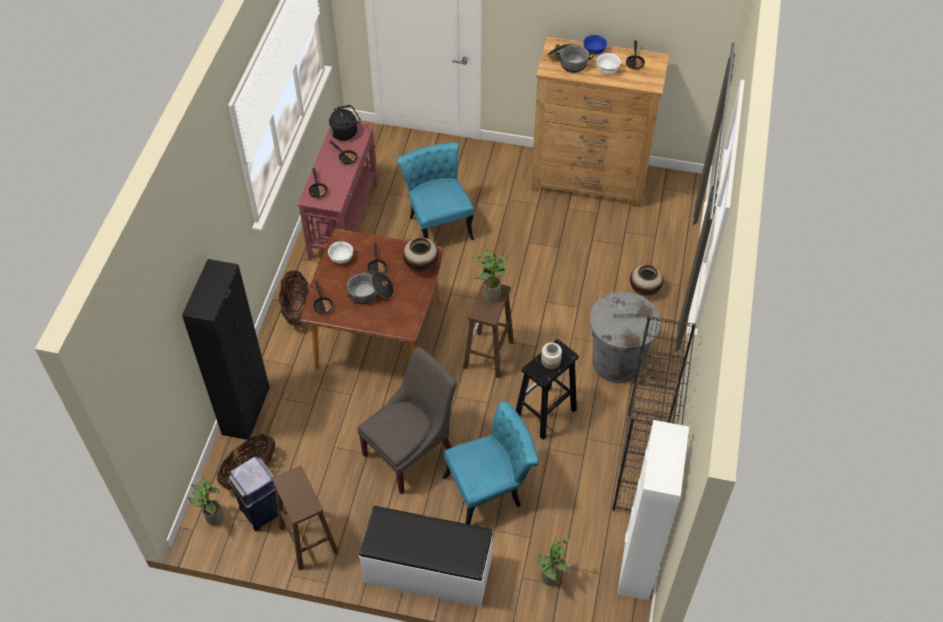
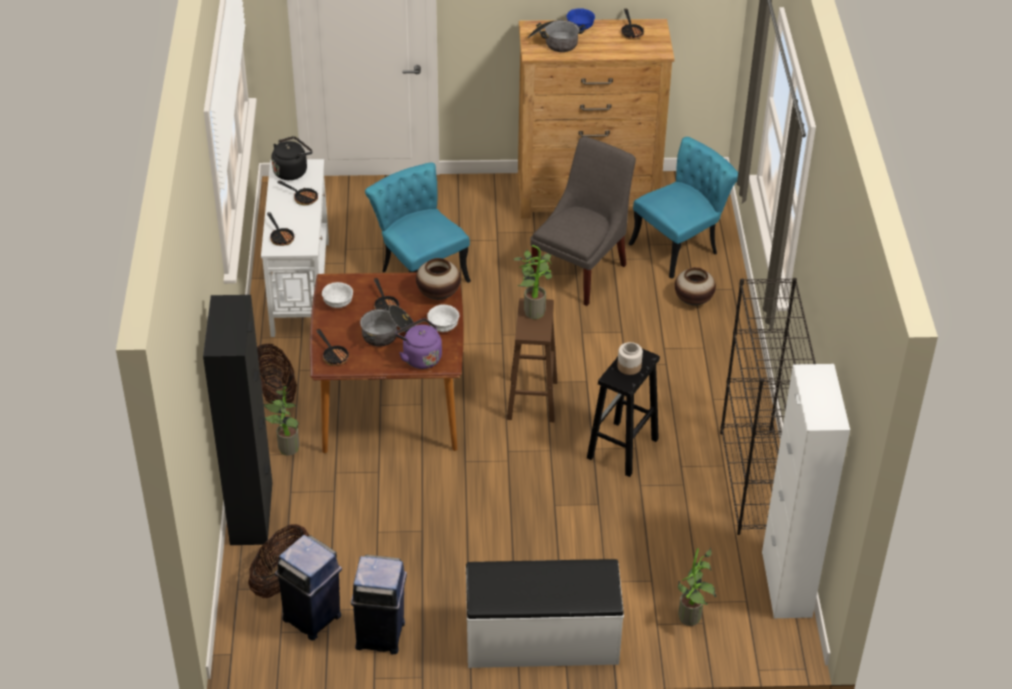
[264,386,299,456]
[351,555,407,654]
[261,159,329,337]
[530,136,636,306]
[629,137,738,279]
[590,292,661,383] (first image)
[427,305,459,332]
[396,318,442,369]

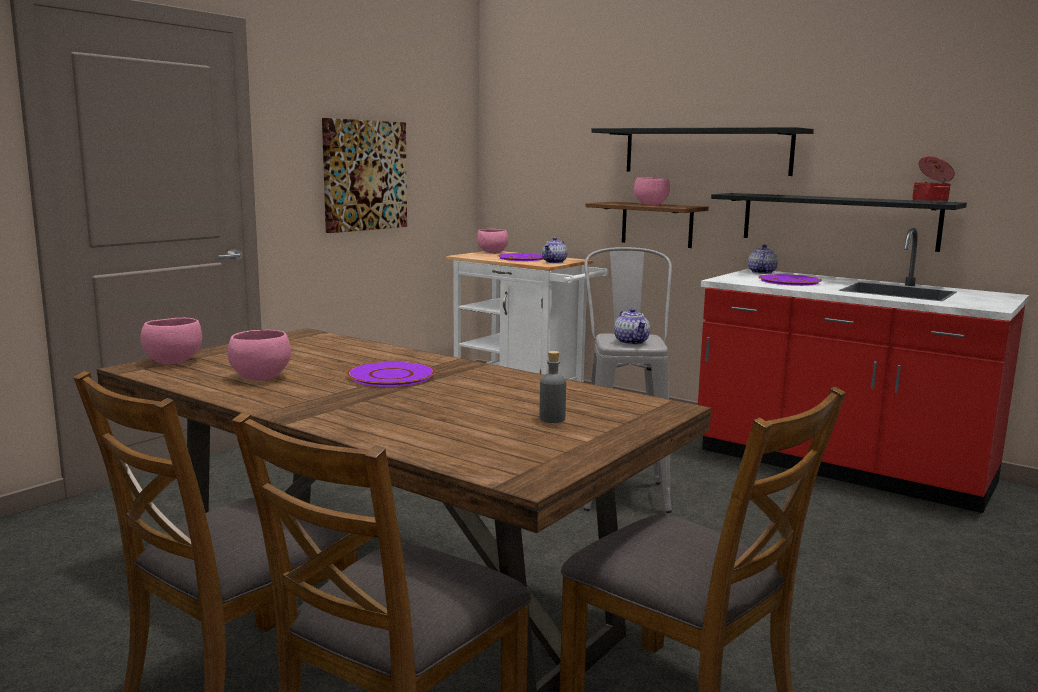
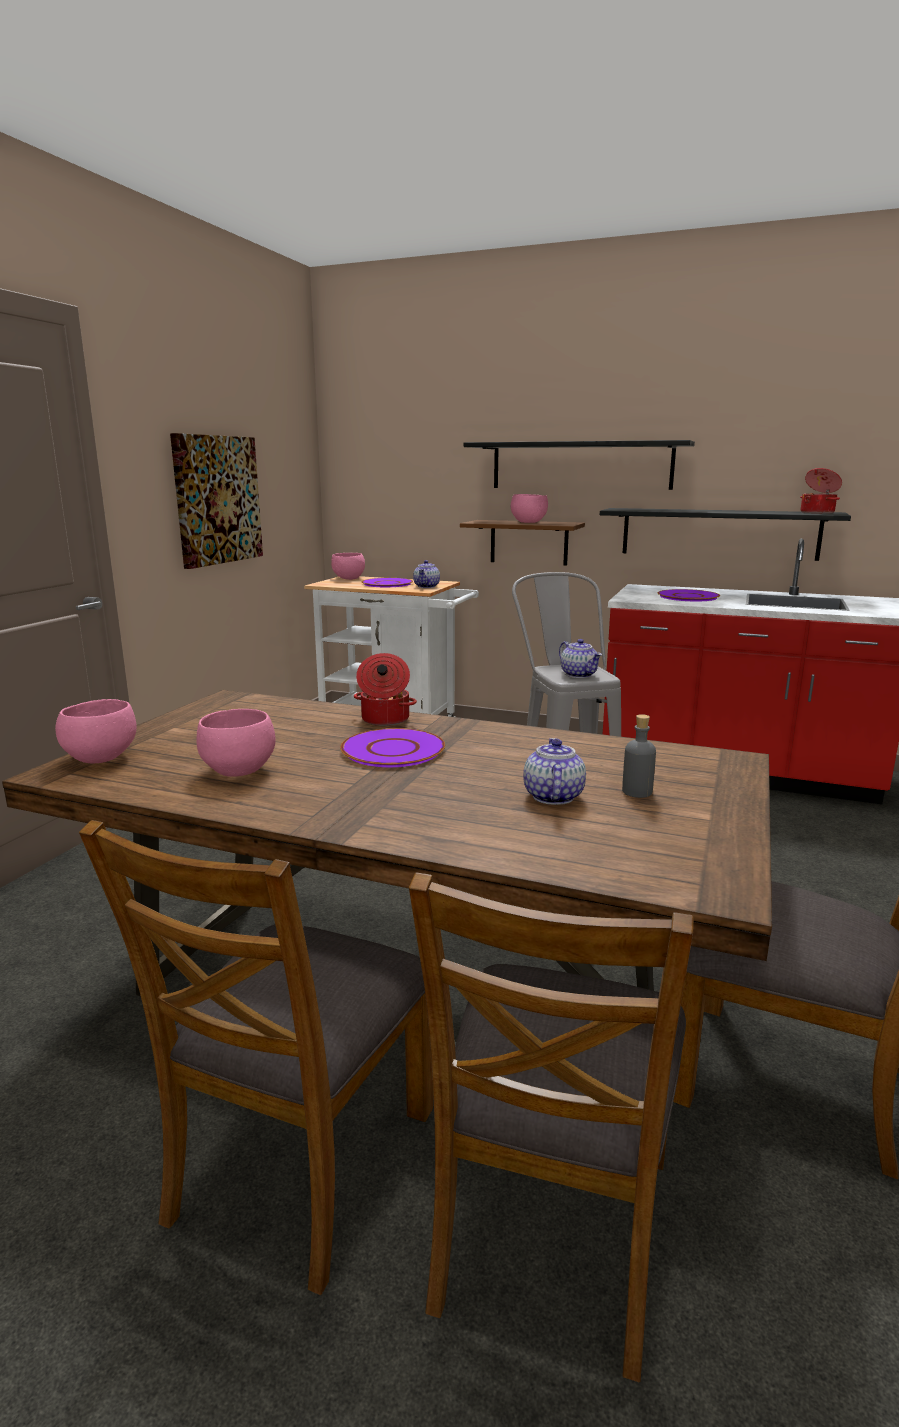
[523,738,586,805]
[354,653,417,726]

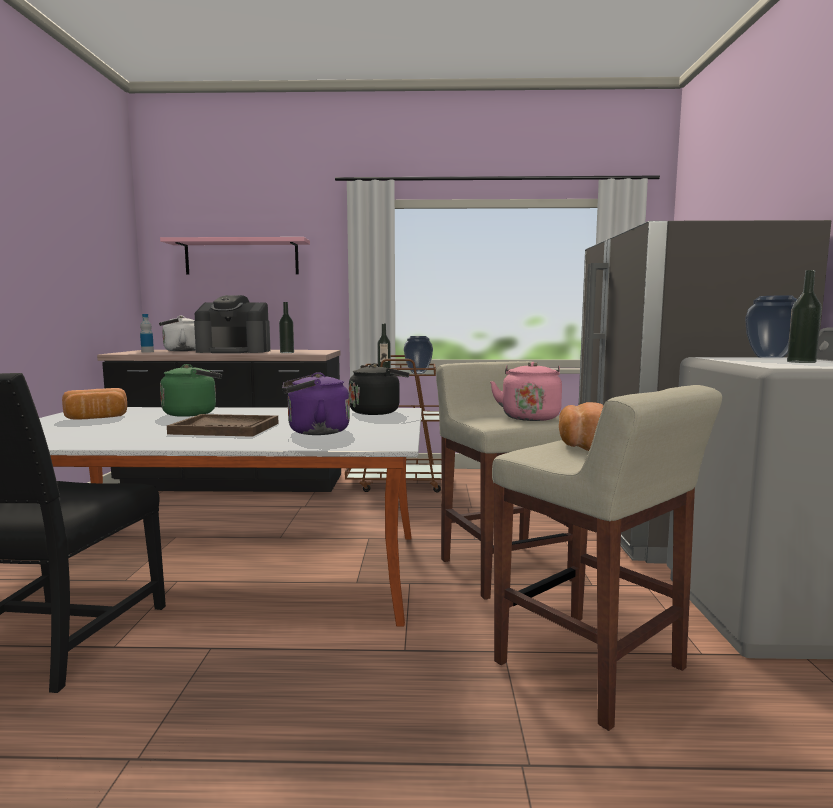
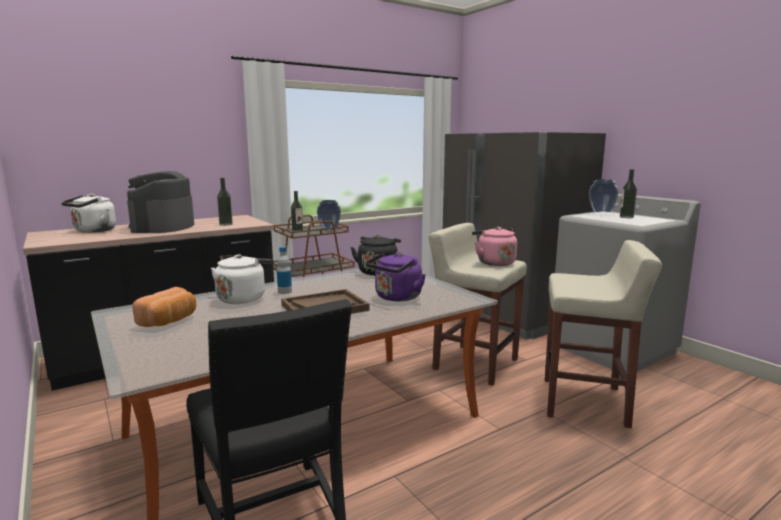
[277,247,292,294]
[160,237,310,275] (first image)
[211,254,272,304]
[127,171,194,233]
[559,402,603,451] (first image)

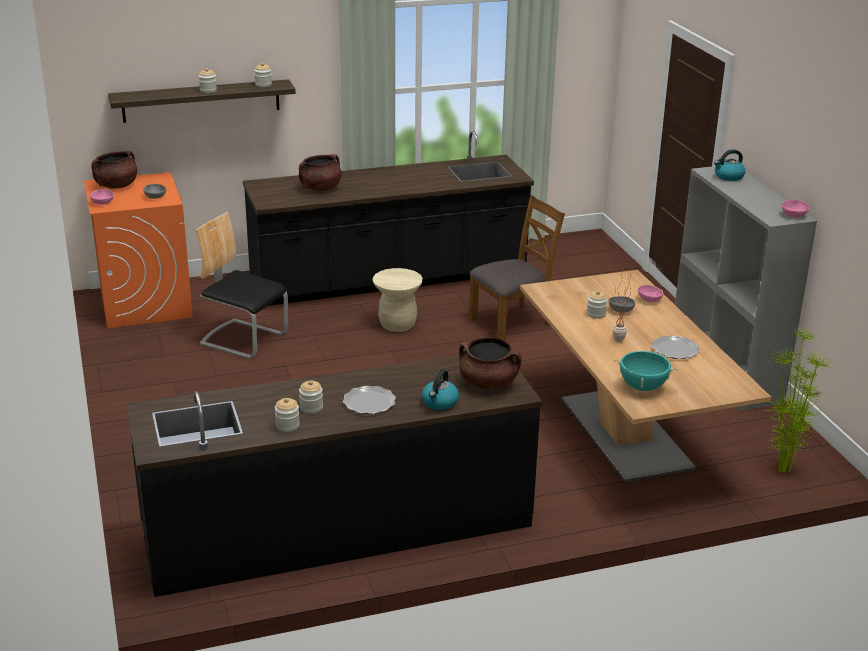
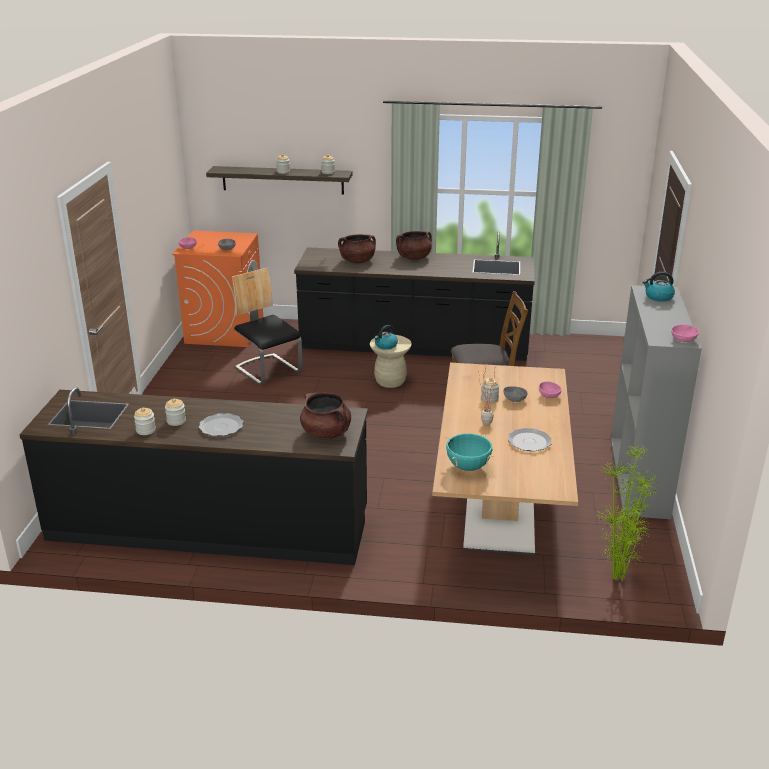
[396,231,432,260]
[375,325,398,350]

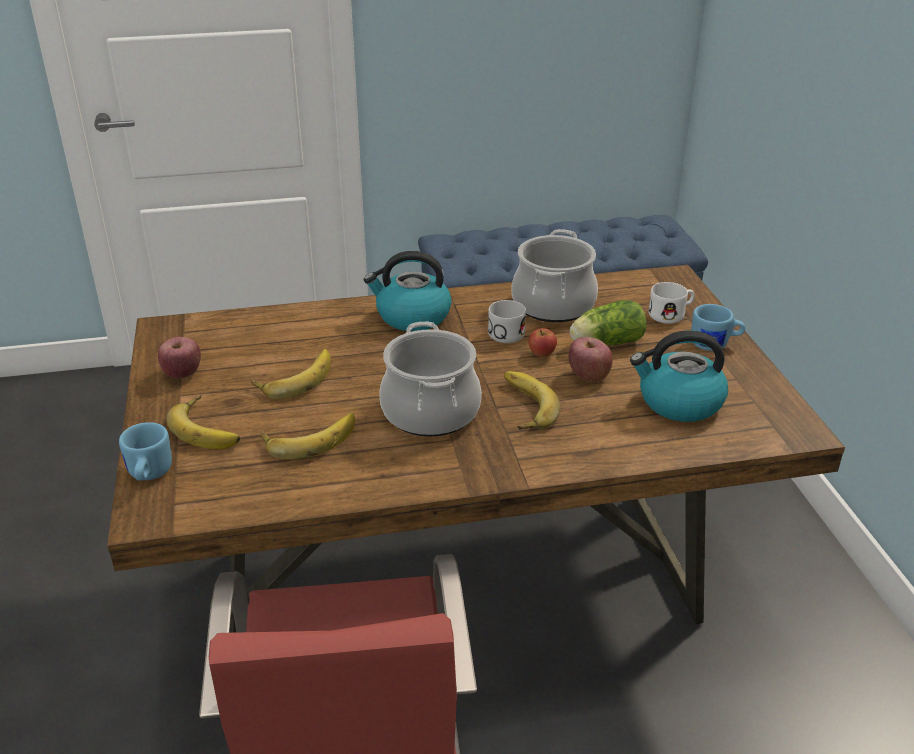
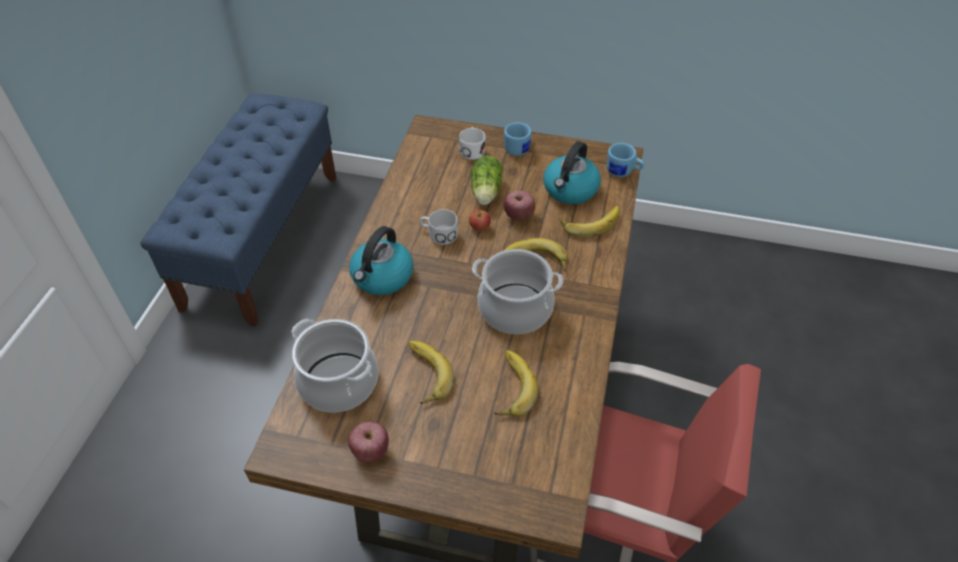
[607,143,644,177]
[559,206,620,238]
[291,318,379,412]

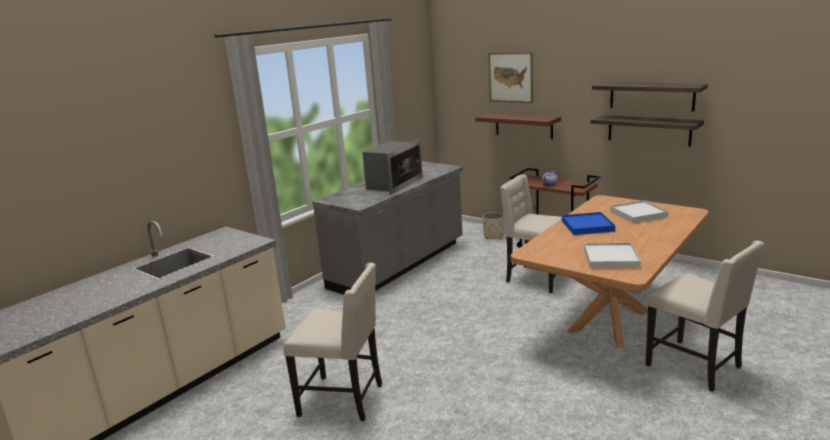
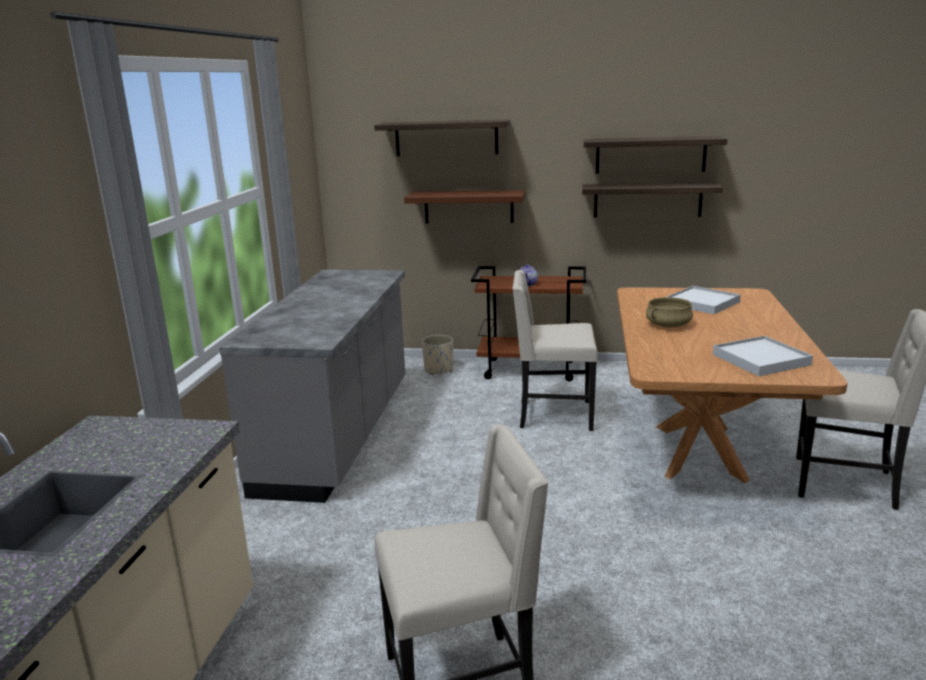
[362,139,423,194] (first image)
[374,119,510,156]
[646,297,693,328]

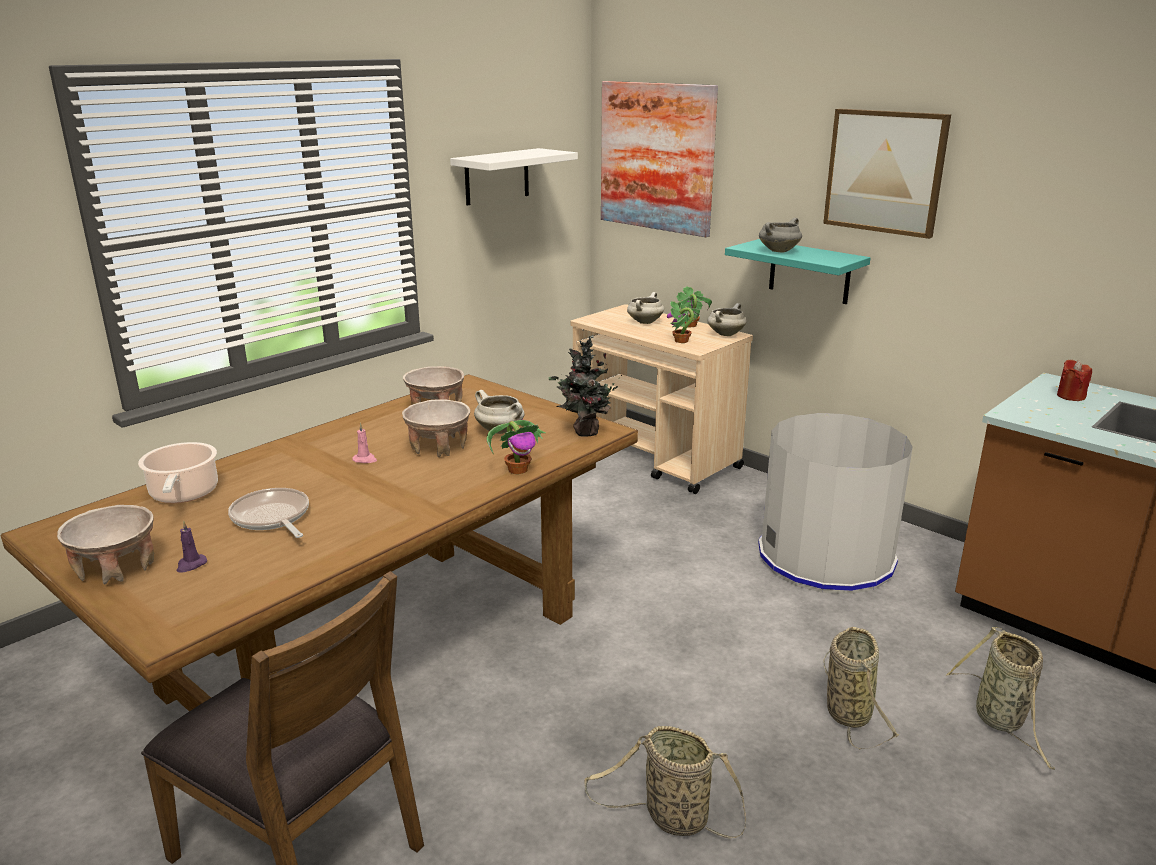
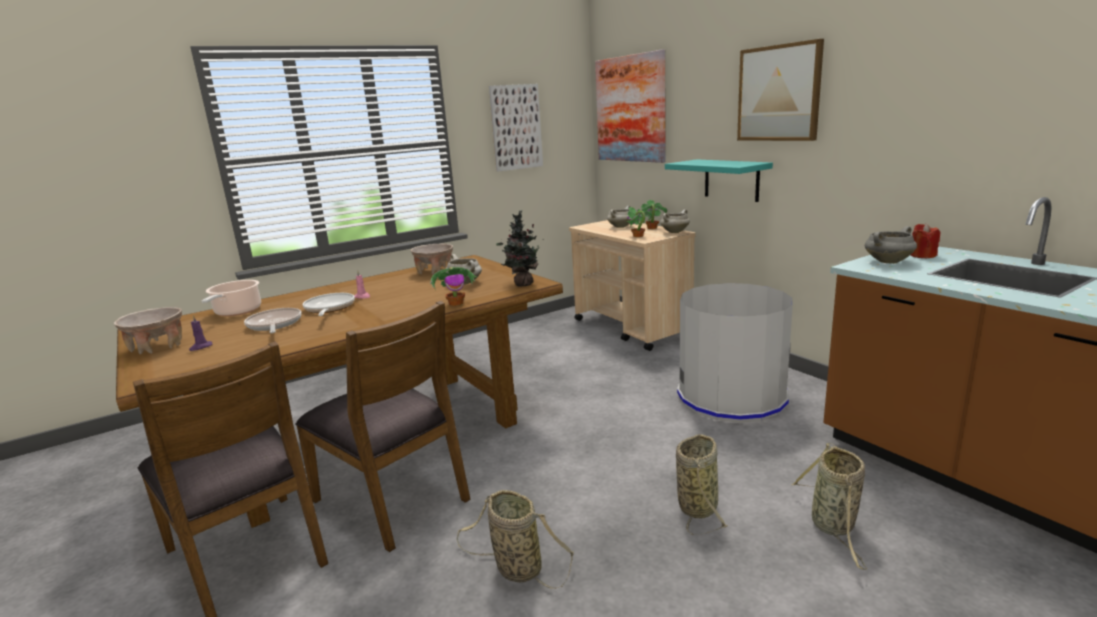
[402,399,470,457] (first image)
[489,84,543,171]
[865,226,917,264]
[295,301,470,552]
[303,293,355,316]

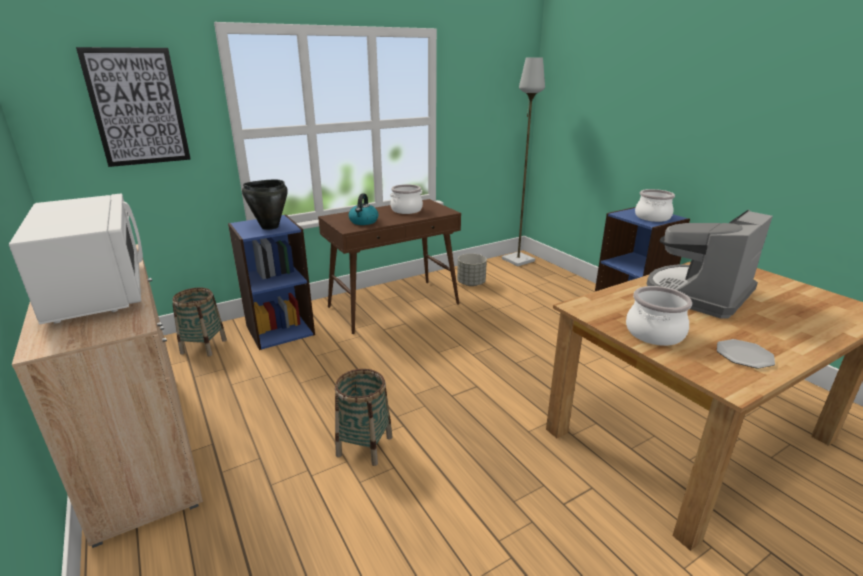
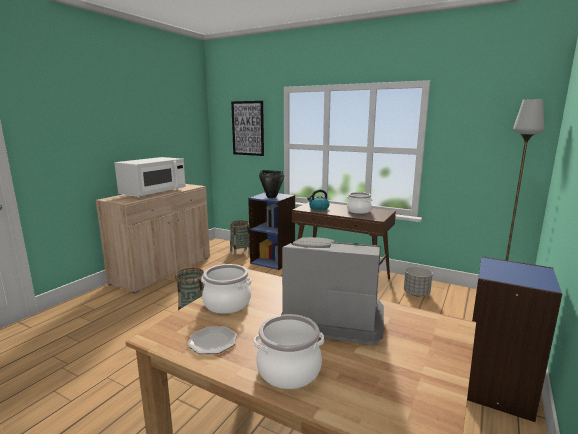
[254,314,324,389]

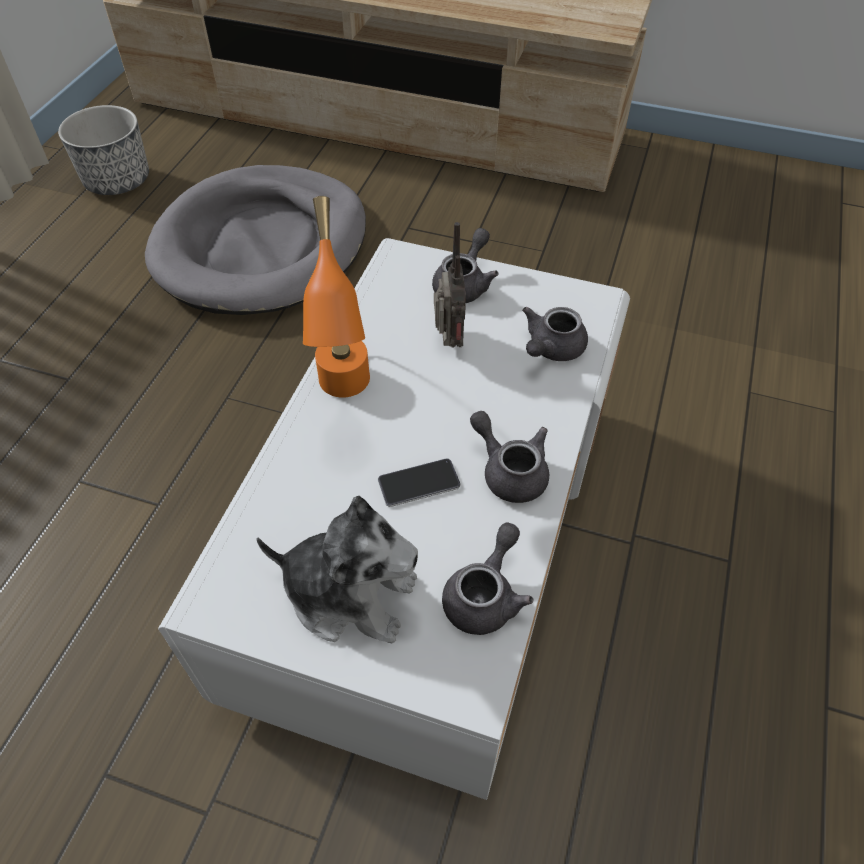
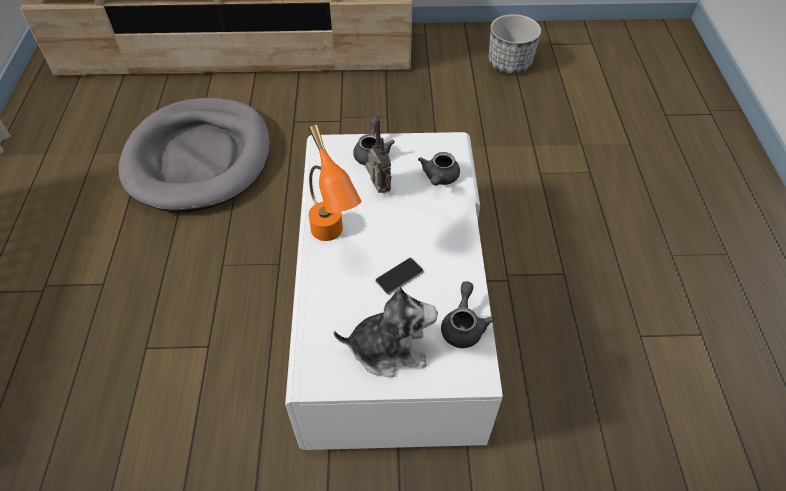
[489,14,541,74]
[470,411,549,503] (first image)

